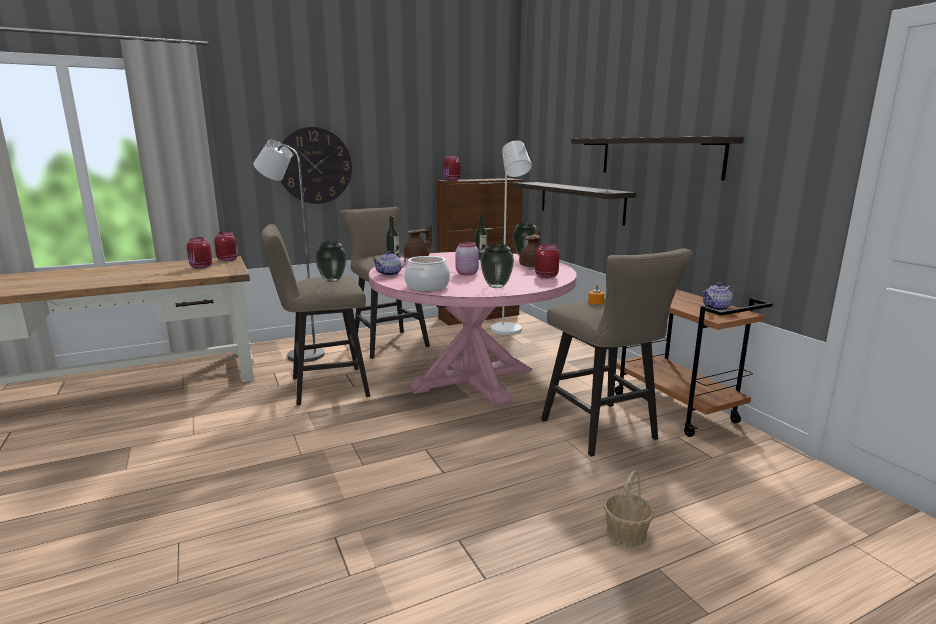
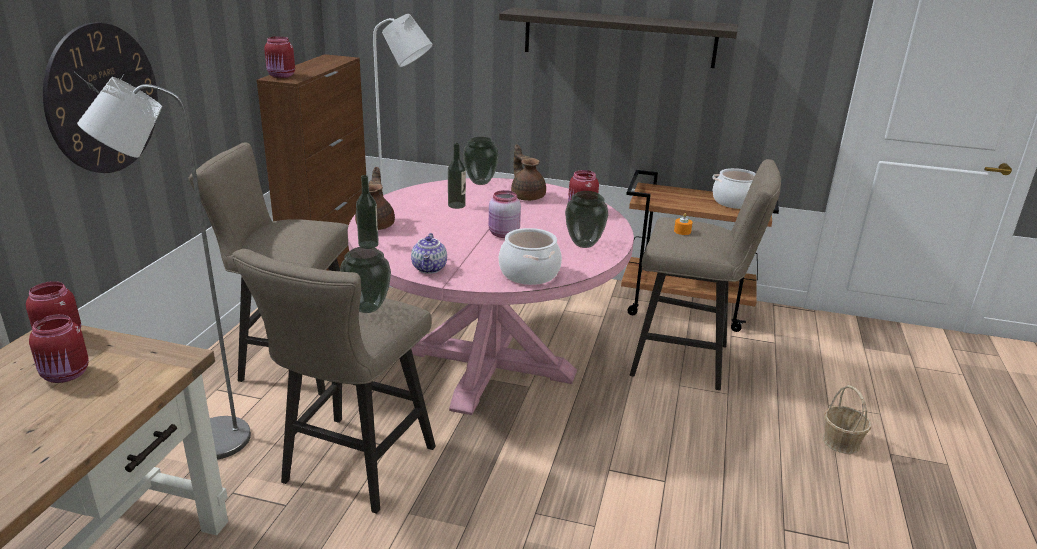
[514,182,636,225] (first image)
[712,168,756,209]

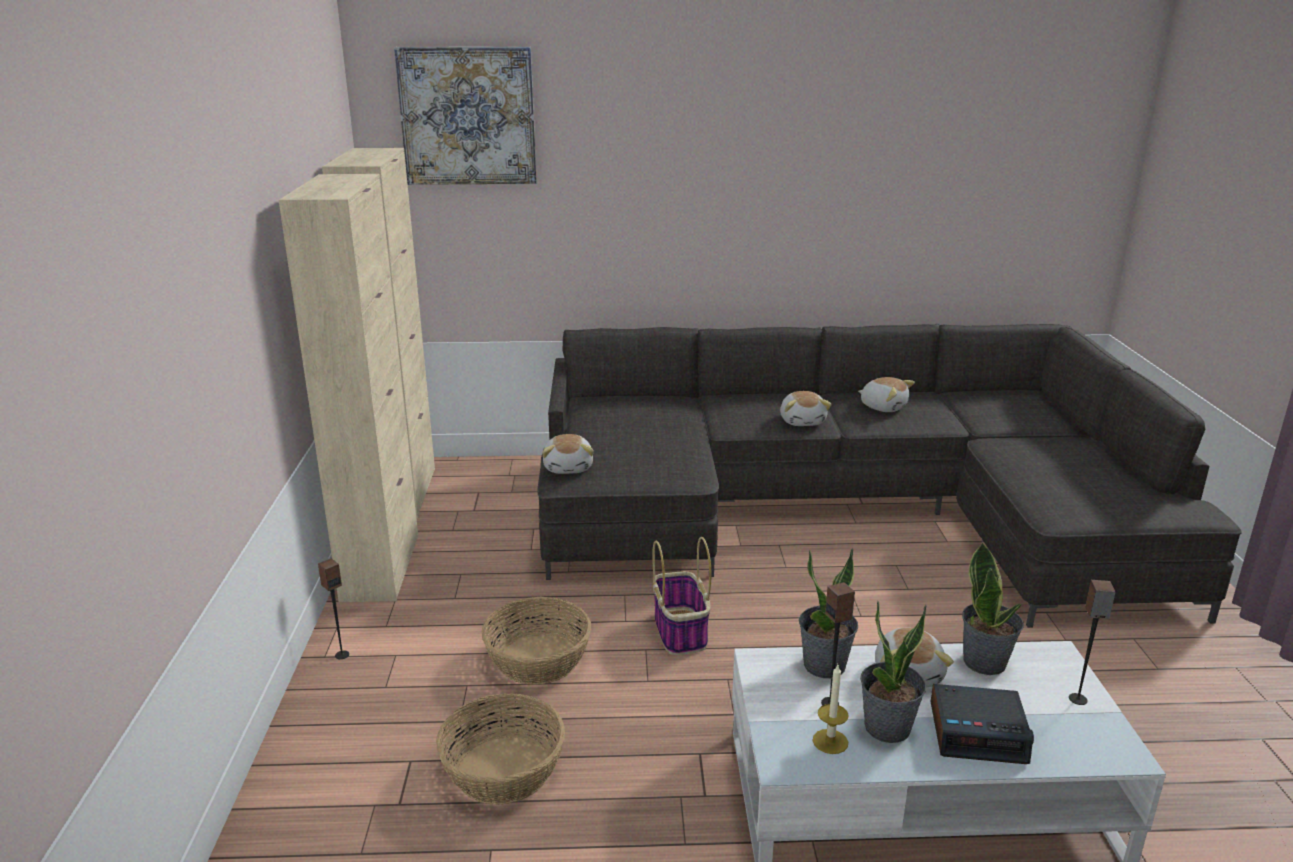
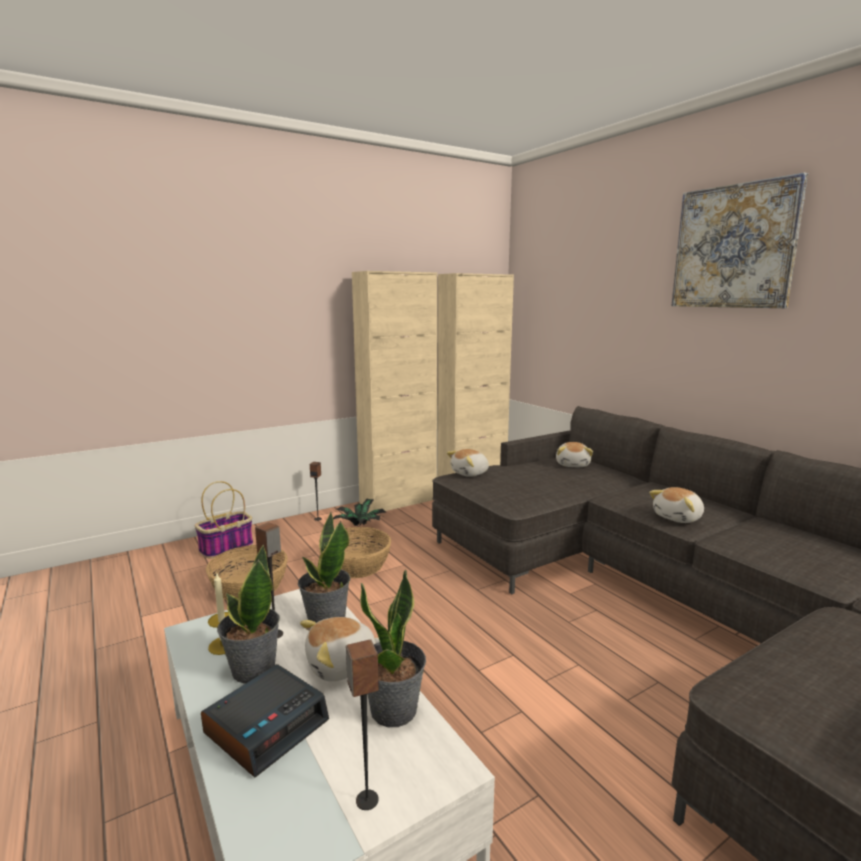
[672,173,808,308]
[194,481,253,559]
[556,442,593,467]
[201,664,329,778]
[333,499,386,526]

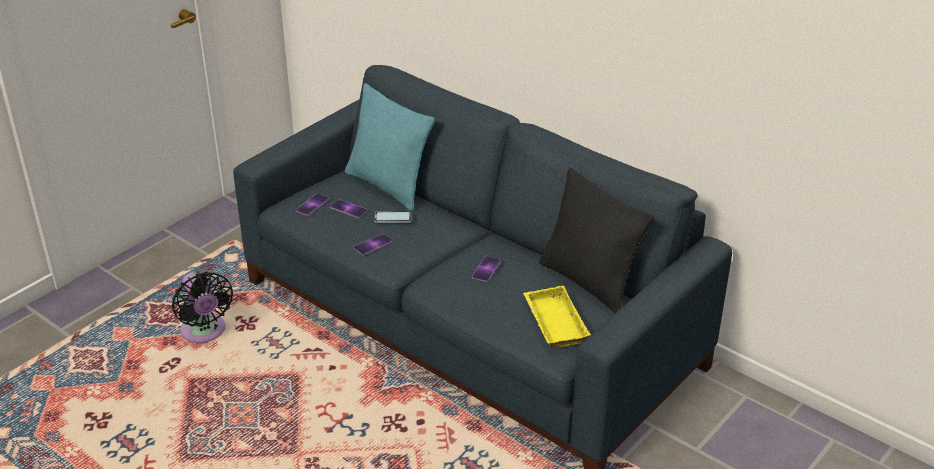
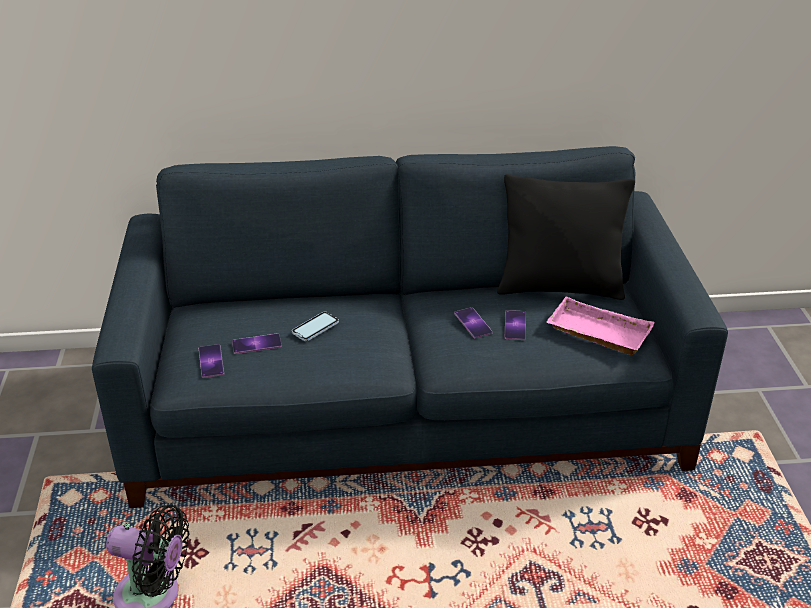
[345,83,435,211] (first image)
[505,310,526,340]
[546,296,655,355]

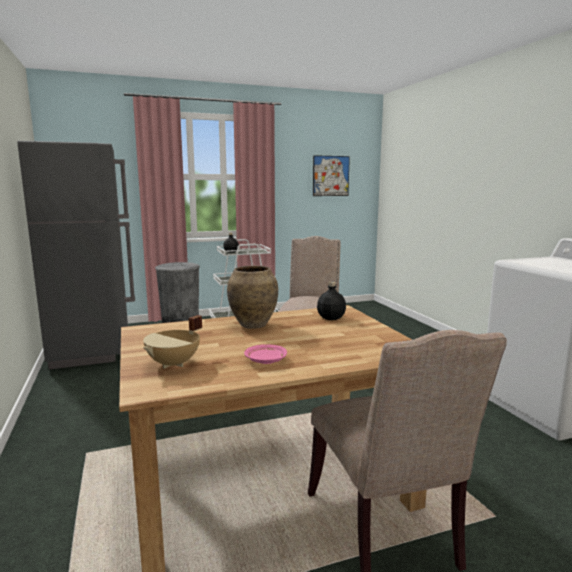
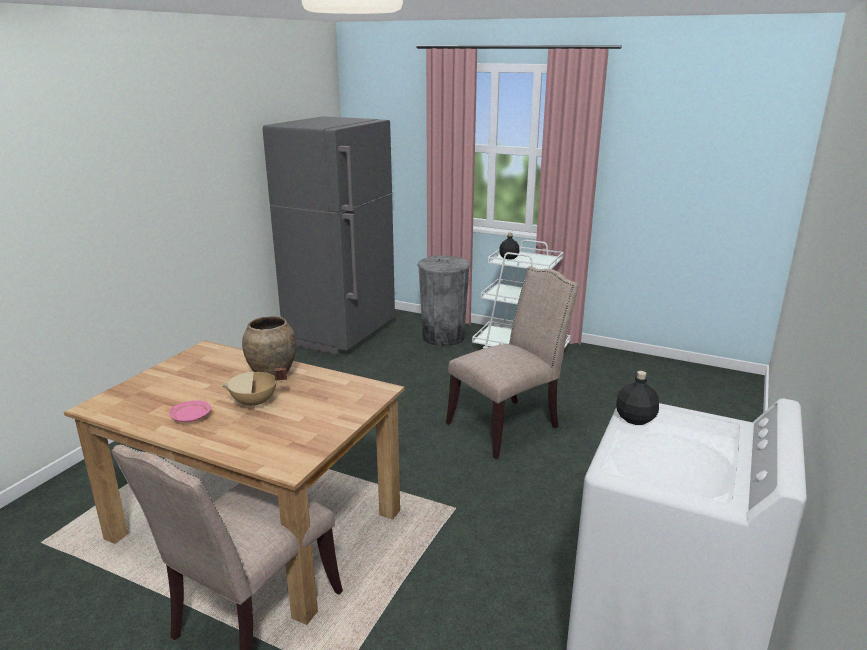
[221,368,287,409]
[313,155,350,196] (first image)
[616,371,659,425]

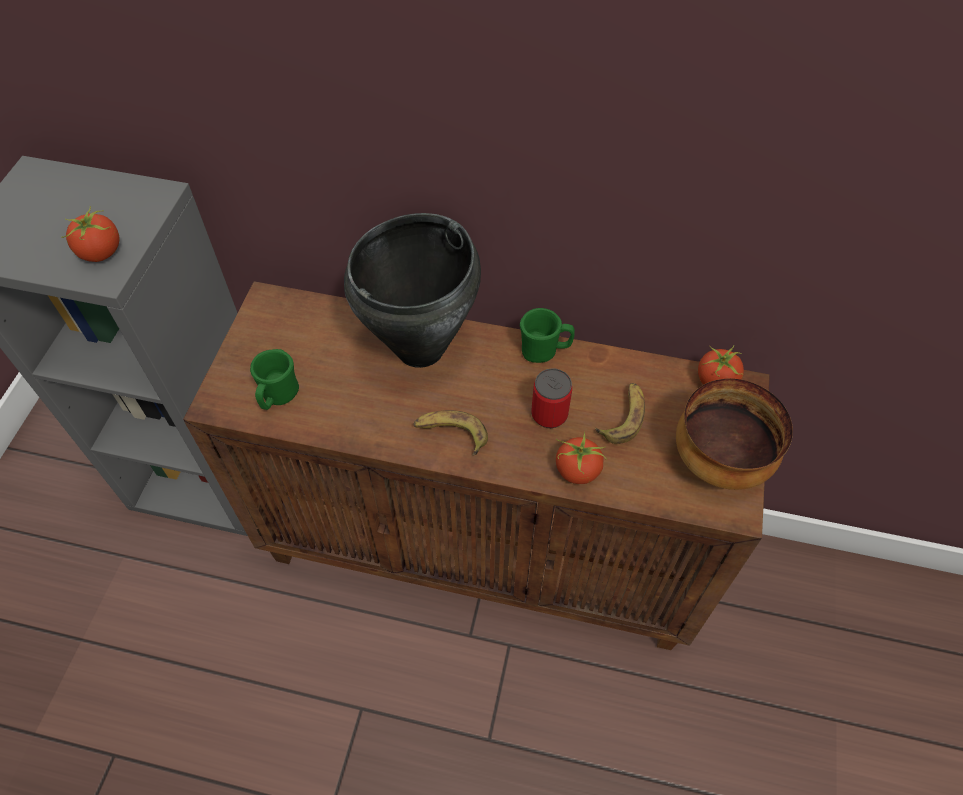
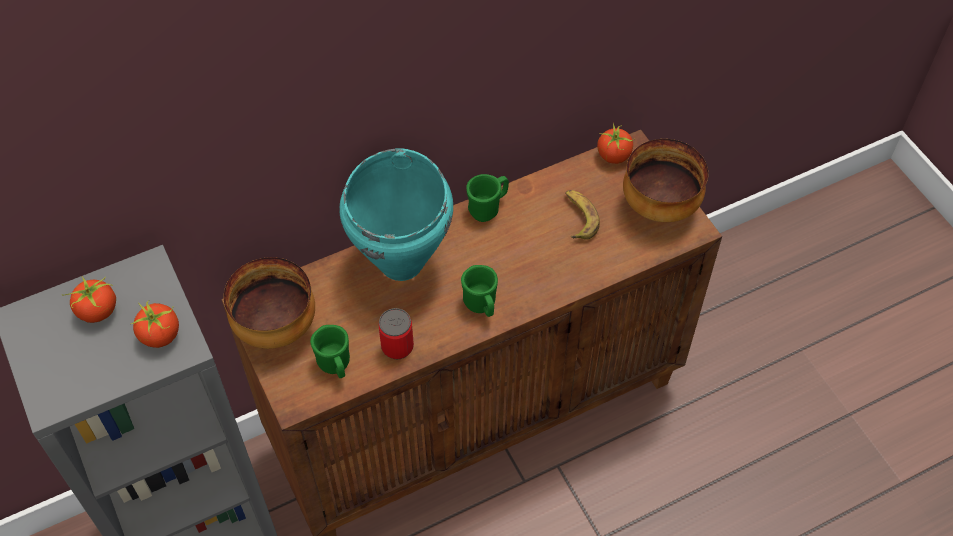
[340,148,453,281]
[461,265,498,317]
[378,308,414,359]
[65,276,116,323]
[223,257,315,349]

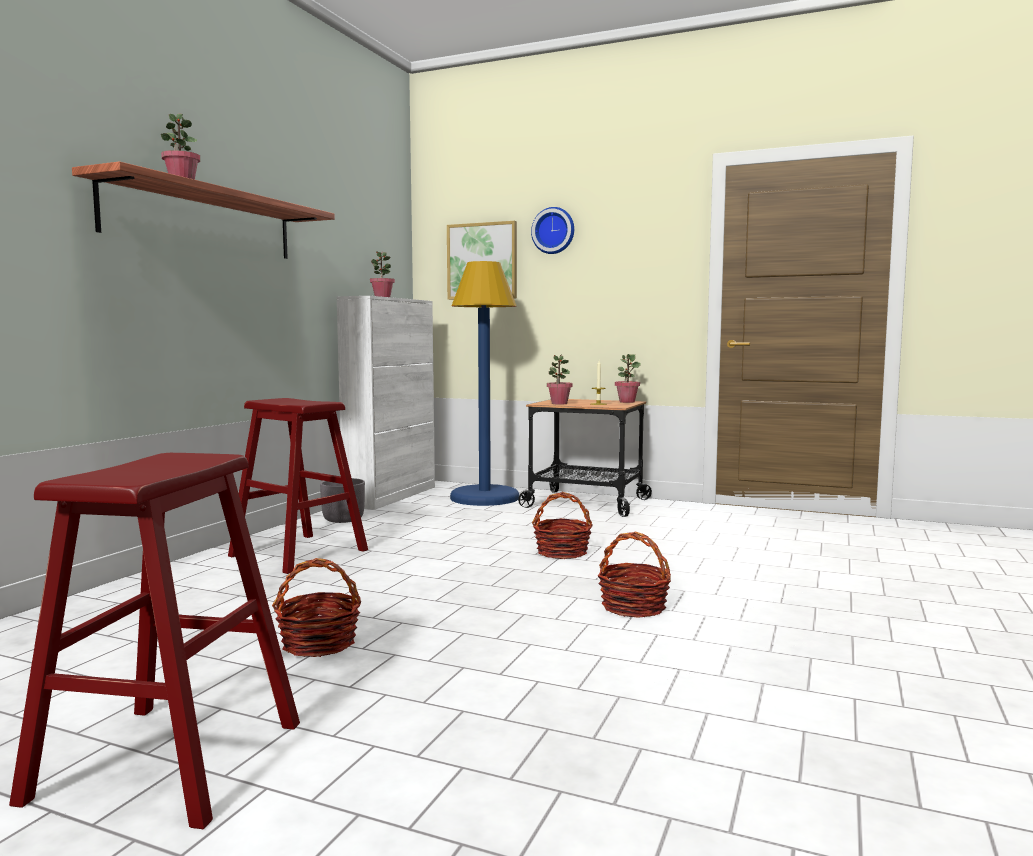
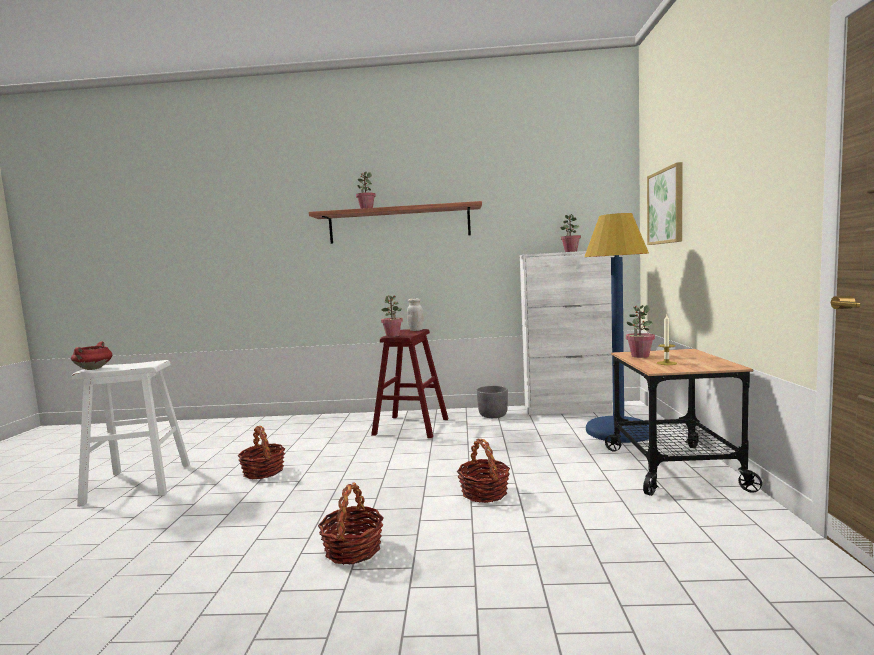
[71,360,190,506]
[531,207,574,254] (first image)
[381,295,403,337]
[71,341,112,370]
[407,298,424,331]

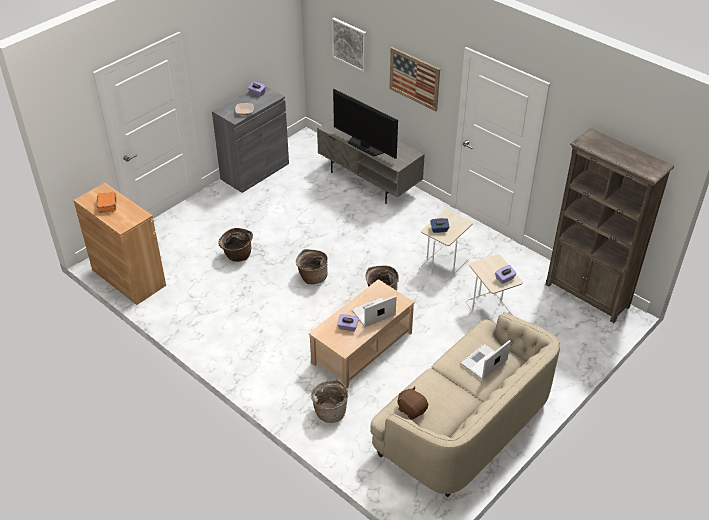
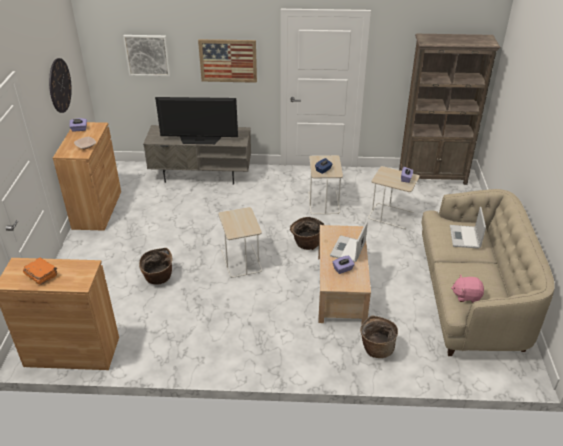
[53,122,121,231]
[218,207,262,278]
[451,275,484,303]
[49,58,72,113]

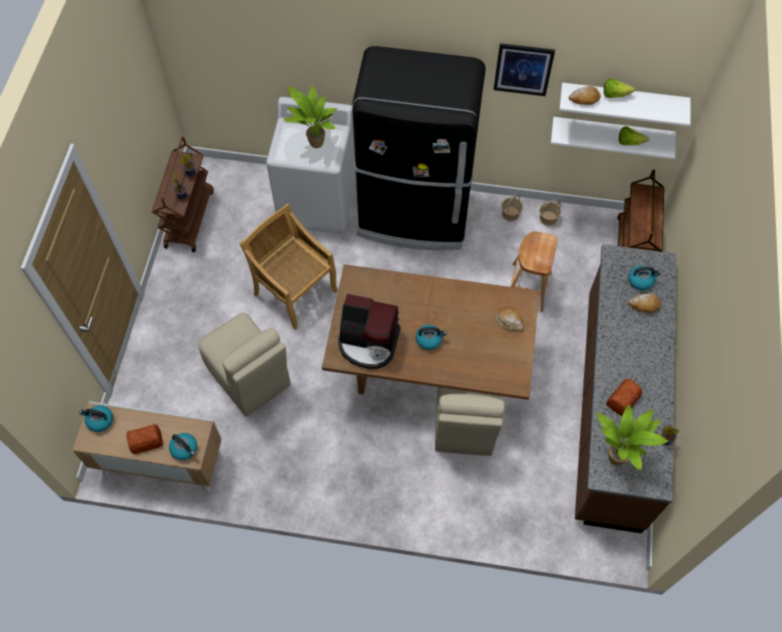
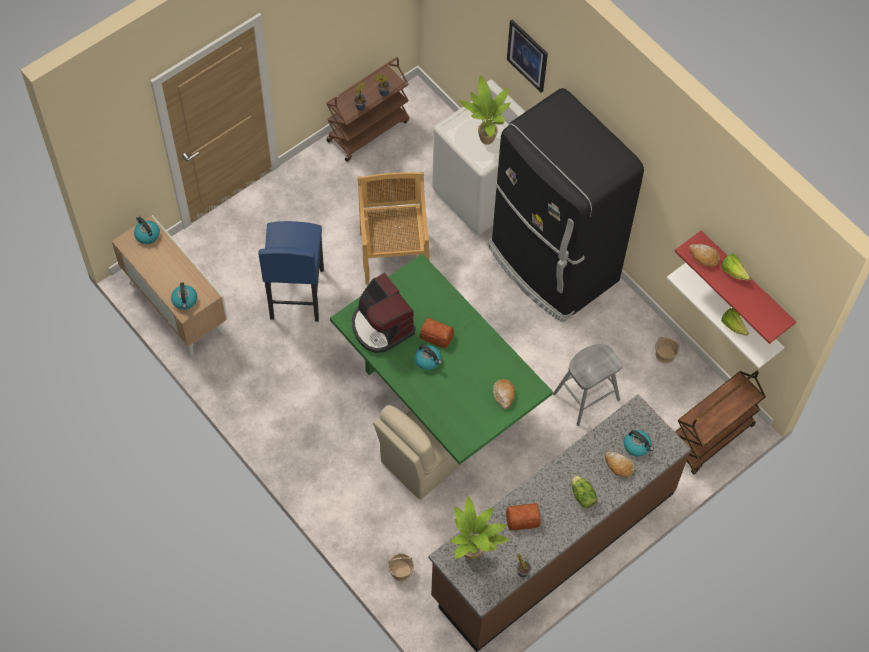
[420,318,454,348]
[258,221,324,322]
[330,254,553,465]
[507,20,548,93]
[388,553,414,581]
[553,344,622,426]
[675,231,796,344]
[572,475,597,508]

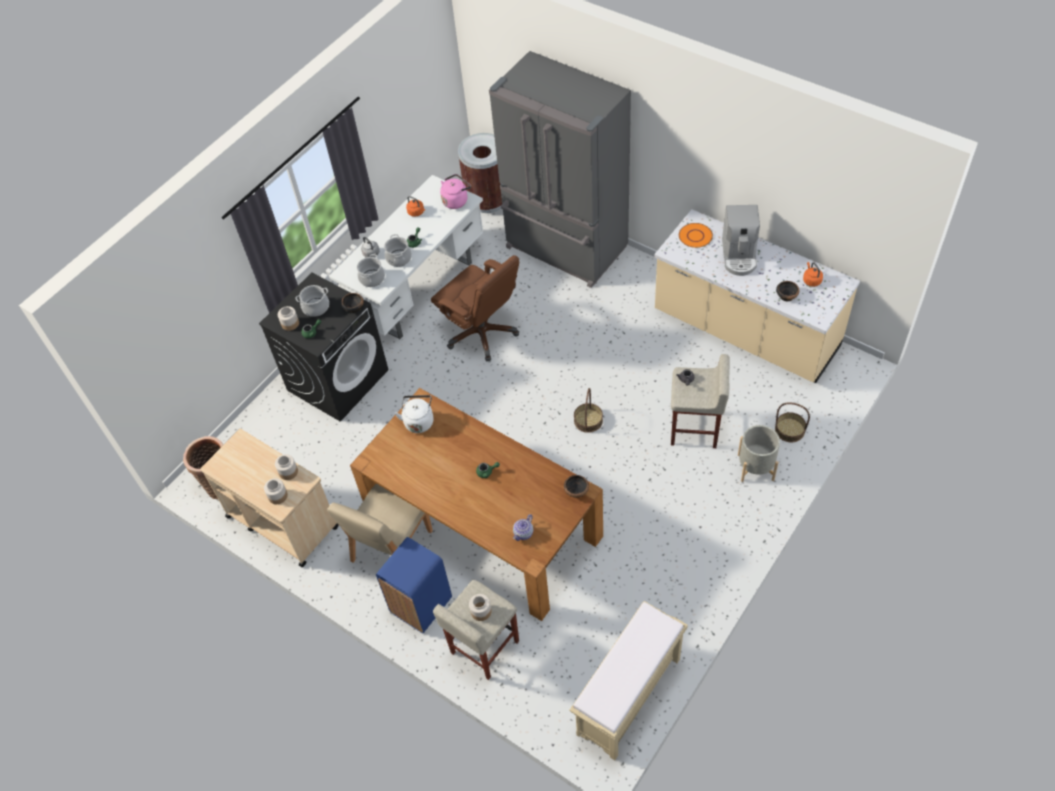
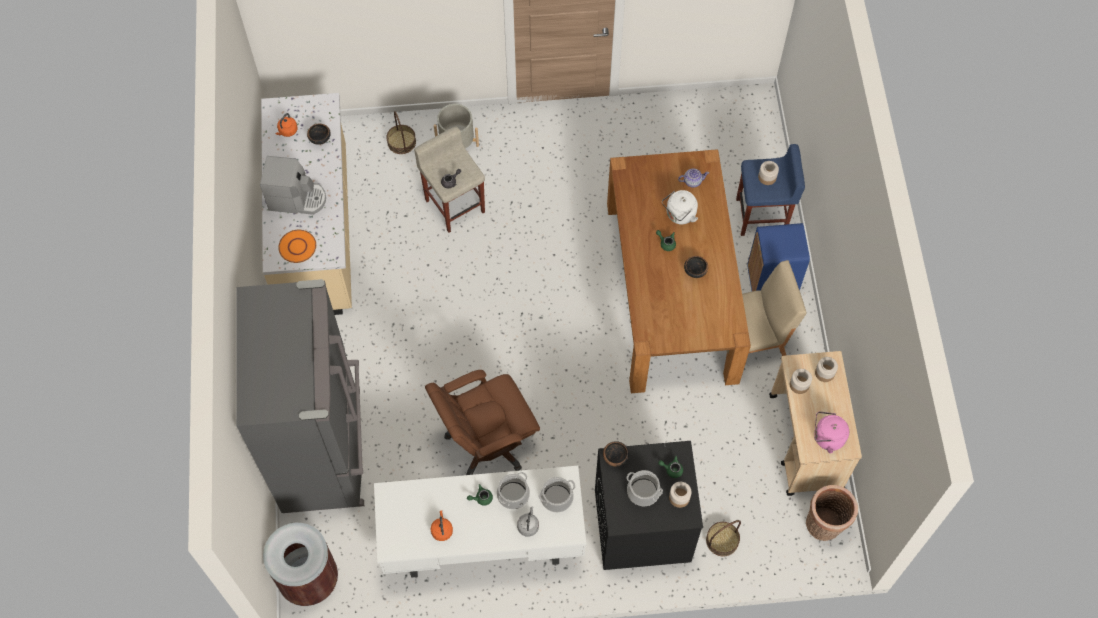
[662,190,698,224]
[425,370,540,475]
[736,144,805,236]
[814,412,849,453]
[684,256,708,278]
[569,601,688,760] (first image)
[706,520,741,557]
[260,156,326,215]

